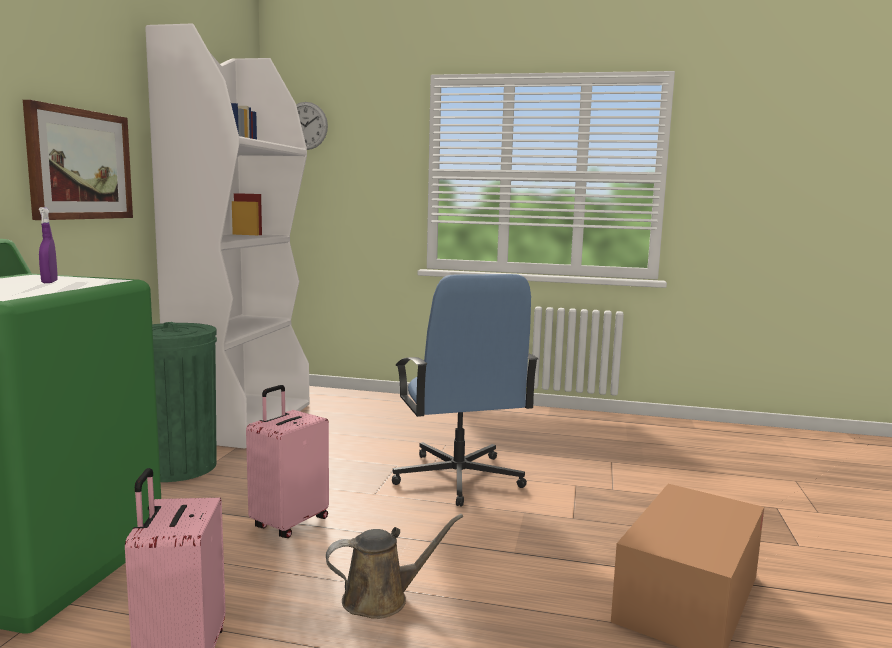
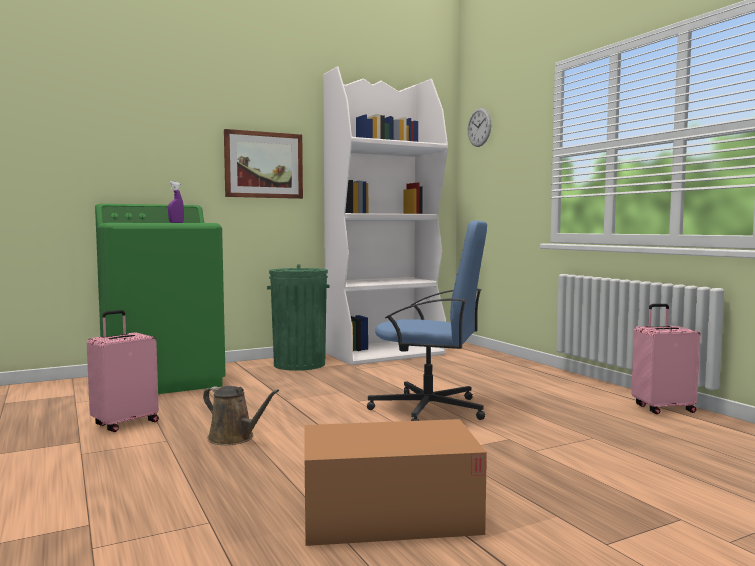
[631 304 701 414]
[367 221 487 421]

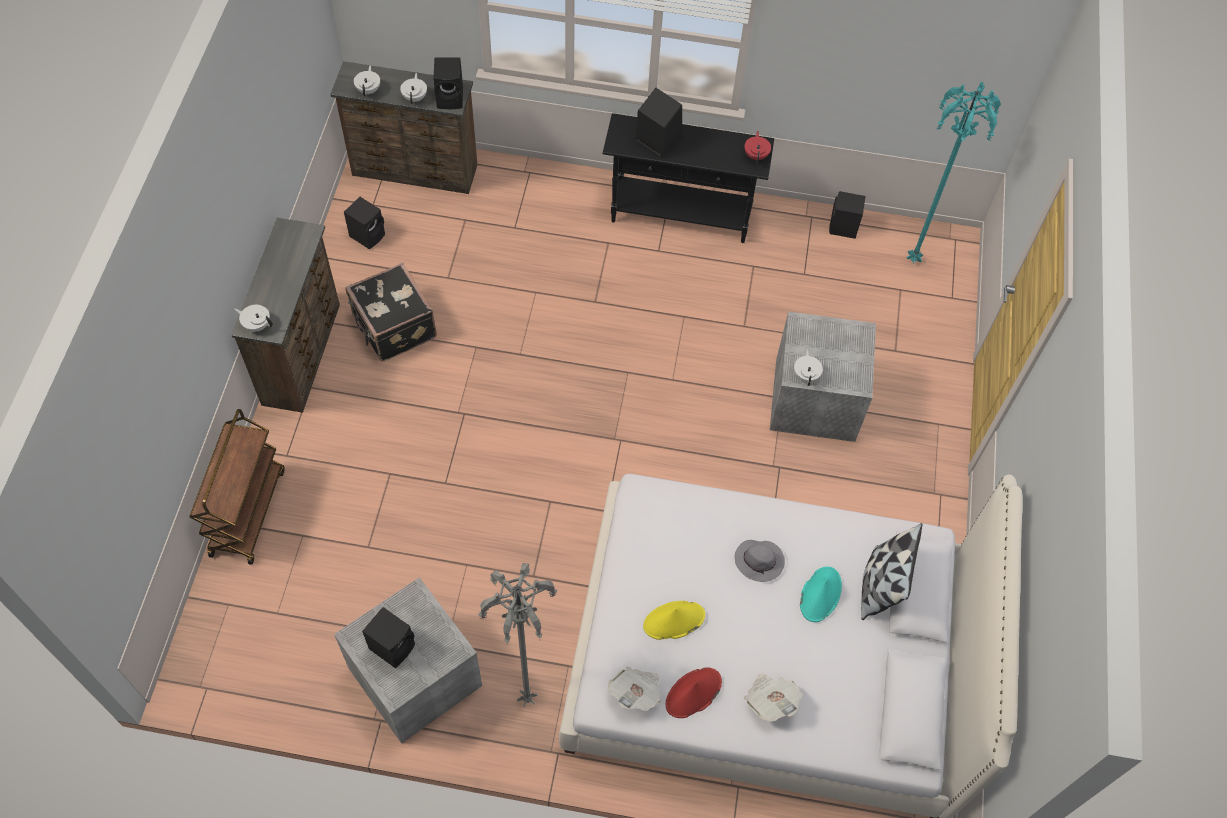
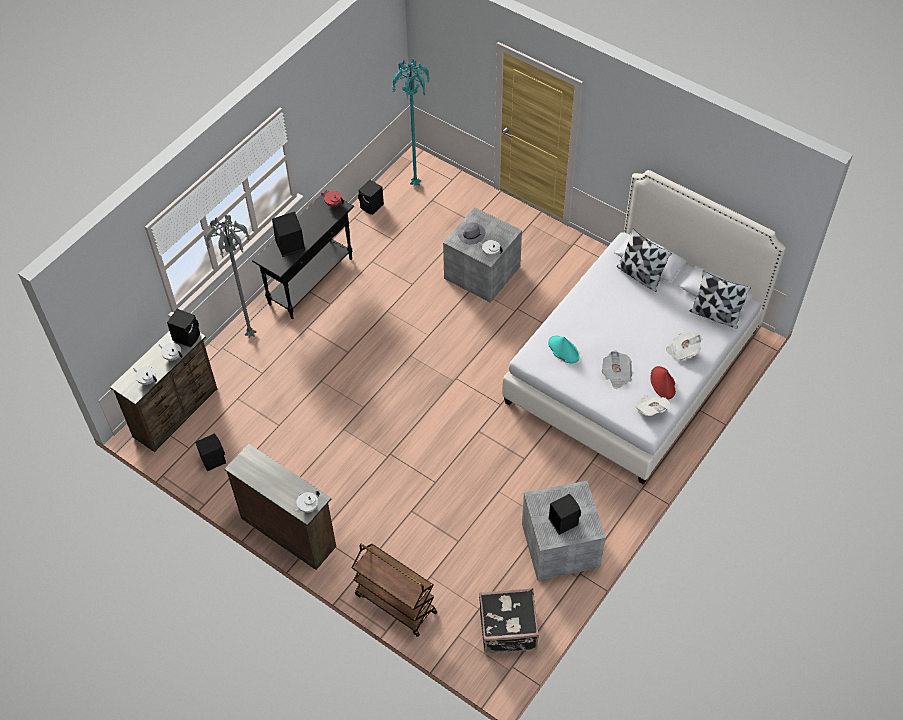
[690 270 751 329]
[479 588 539 653]
[206 214 257 339]
[458 222 486 244]
[548 336 579 363]
[602 350 632 389]

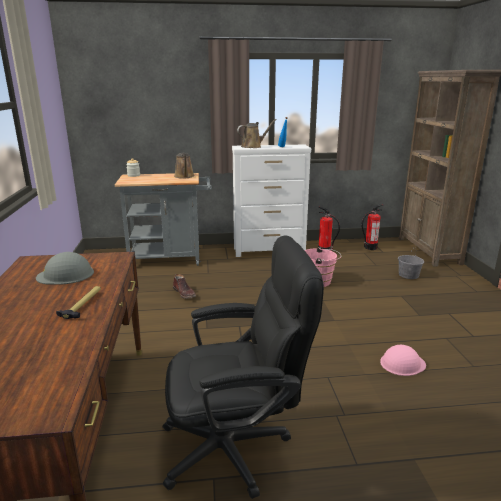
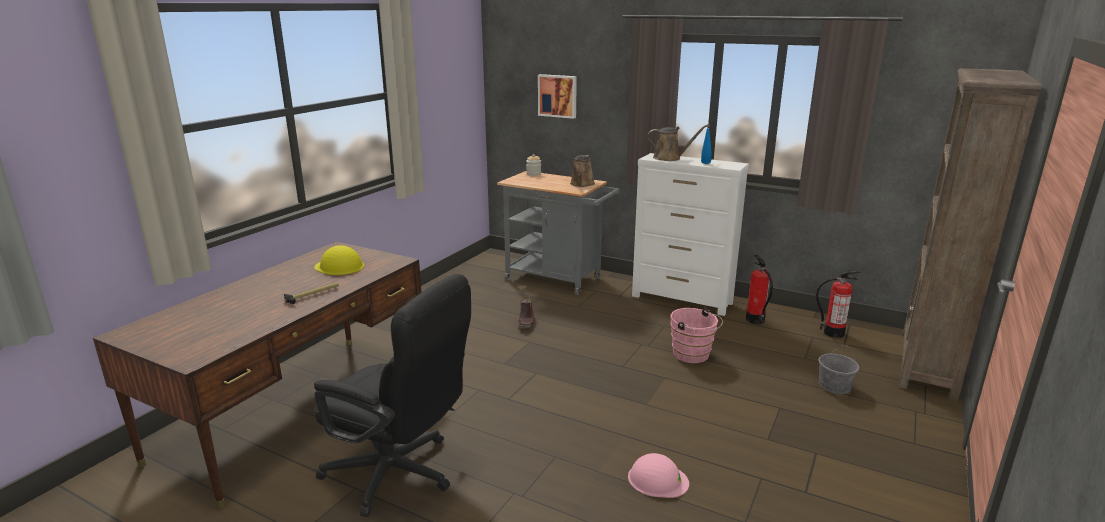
[538 74 577 119]
[314 246 364 275]

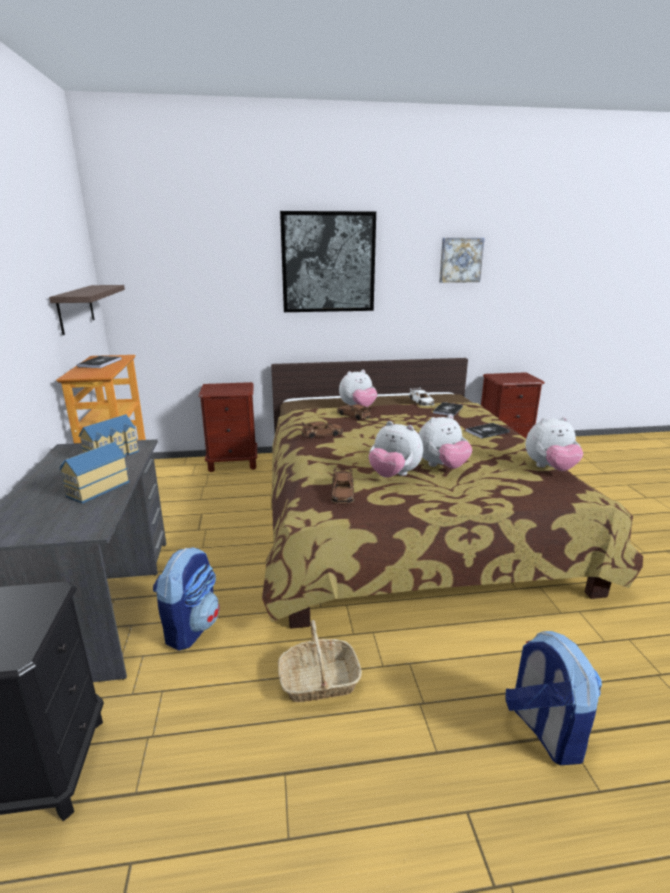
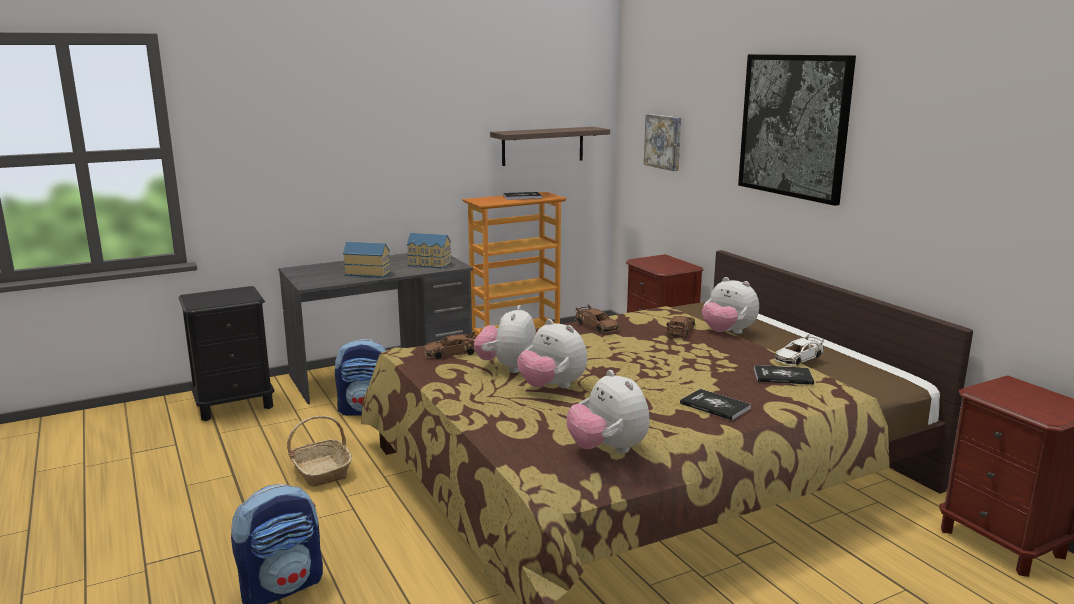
[644 114 681 171]

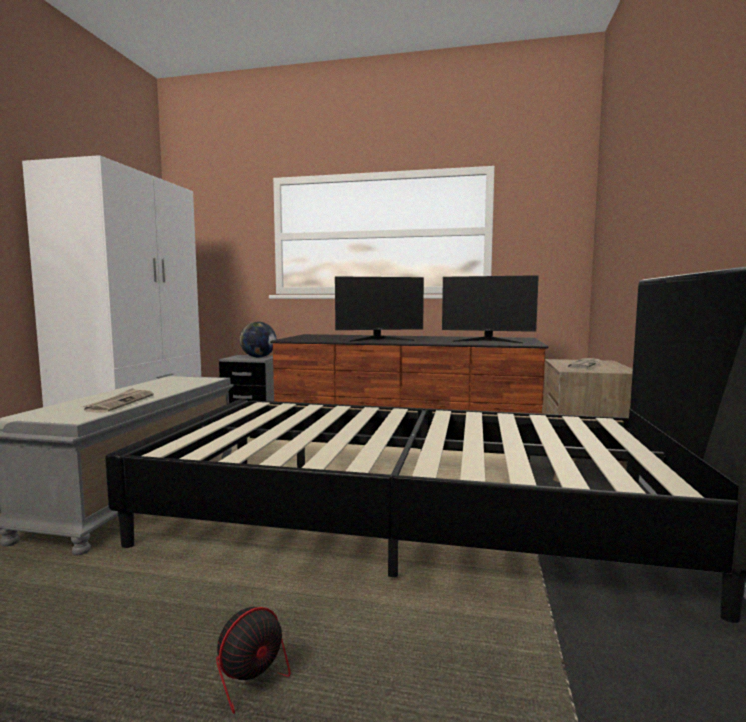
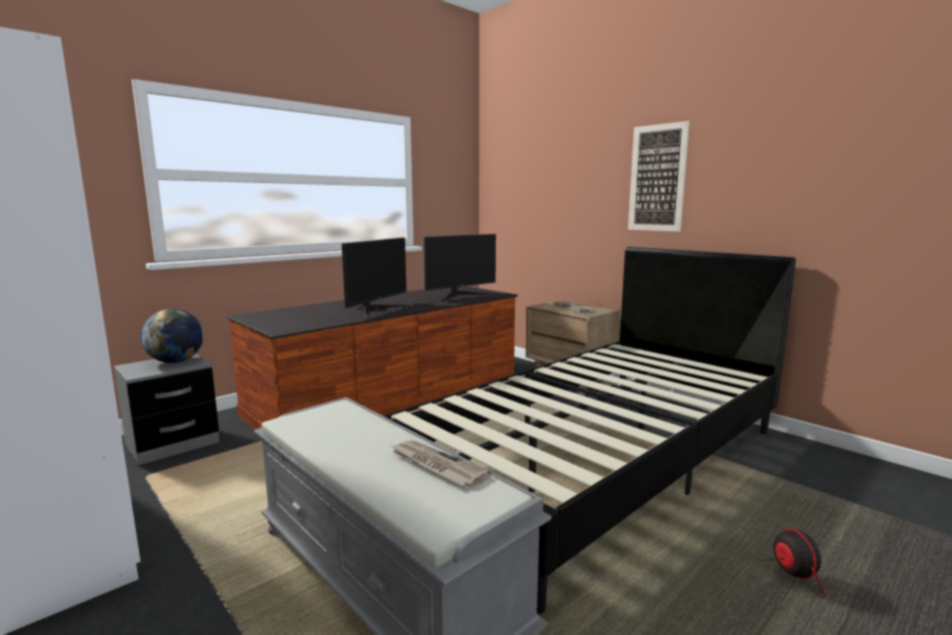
[628 121 690 232]

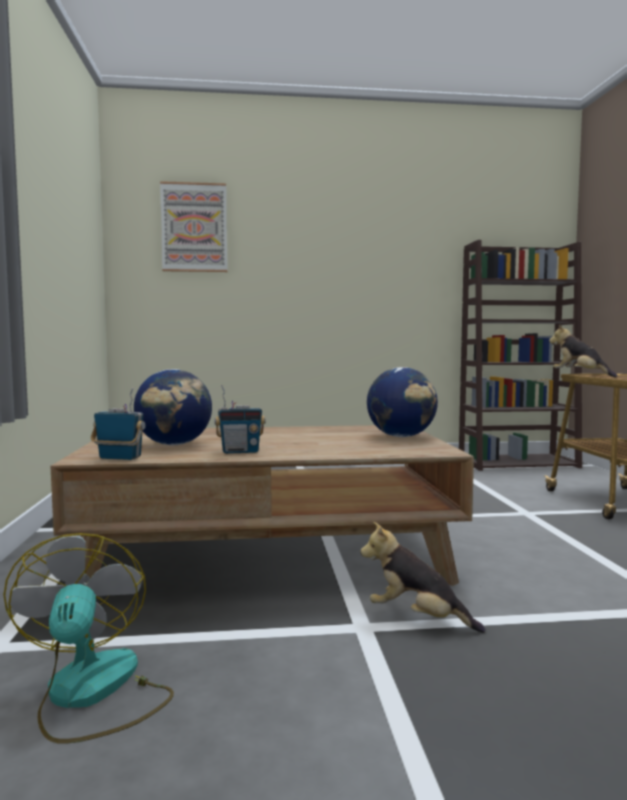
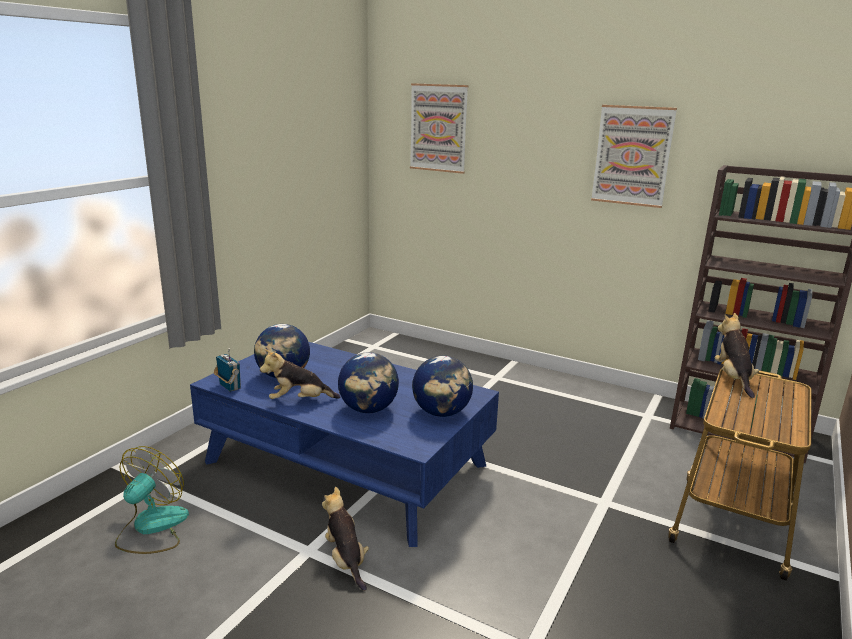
[338 352 399 413]
[591 105 677 208]
[260 349 341 399]
[190 342 499 547]

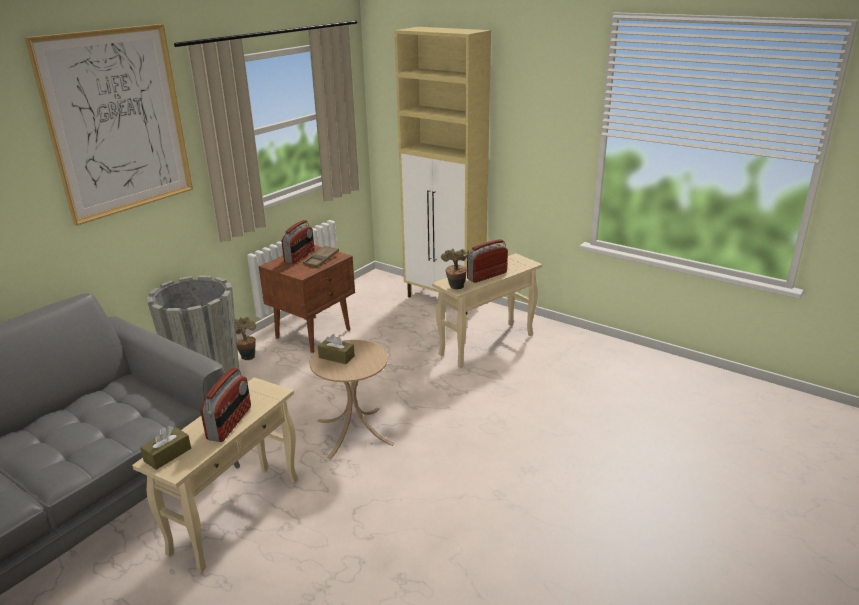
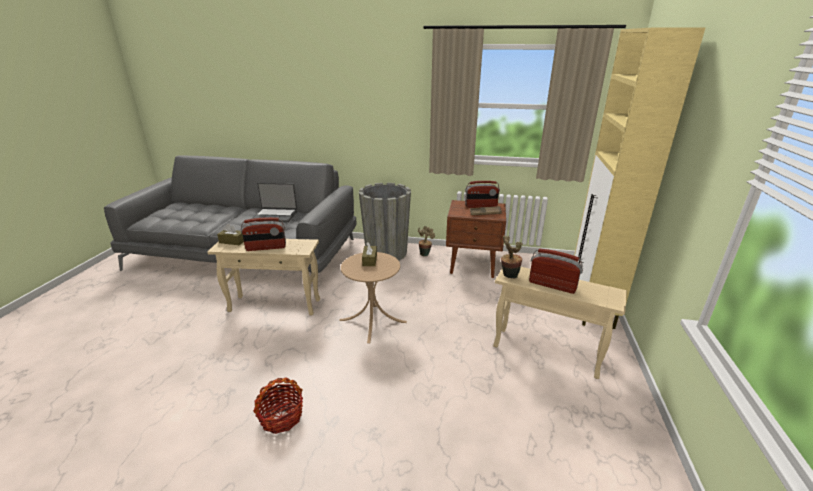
[24 24 193 226] (first image)
[252 183 297 222]
[253 378 303 434]

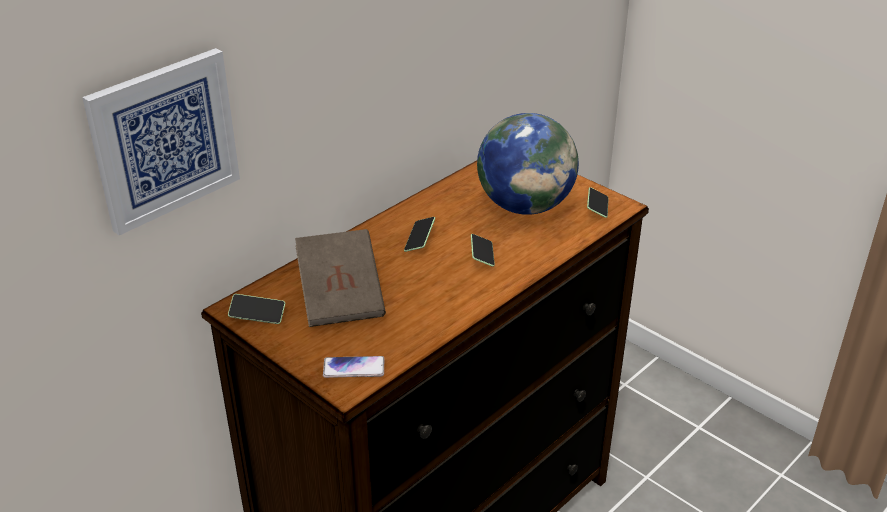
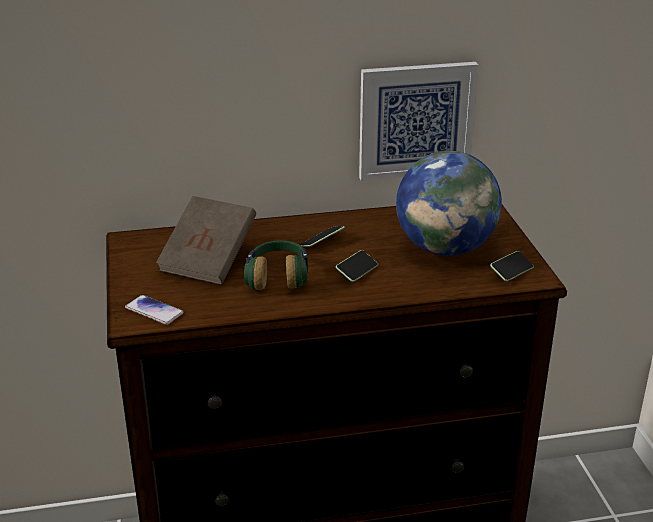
[228 294 285 324] (first image)
[244 240 308 290]
[359 62 478 181]

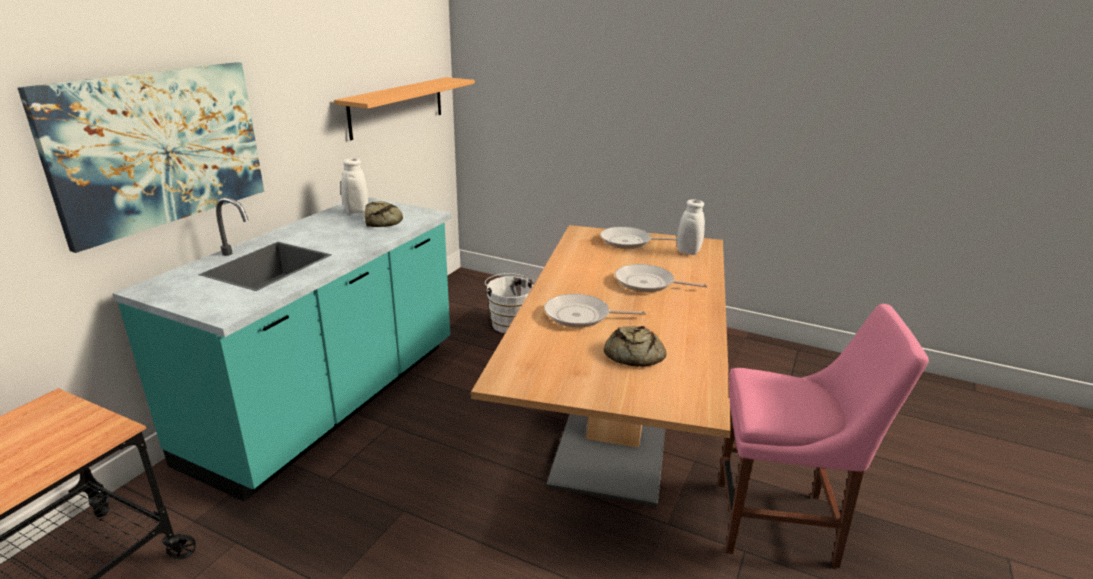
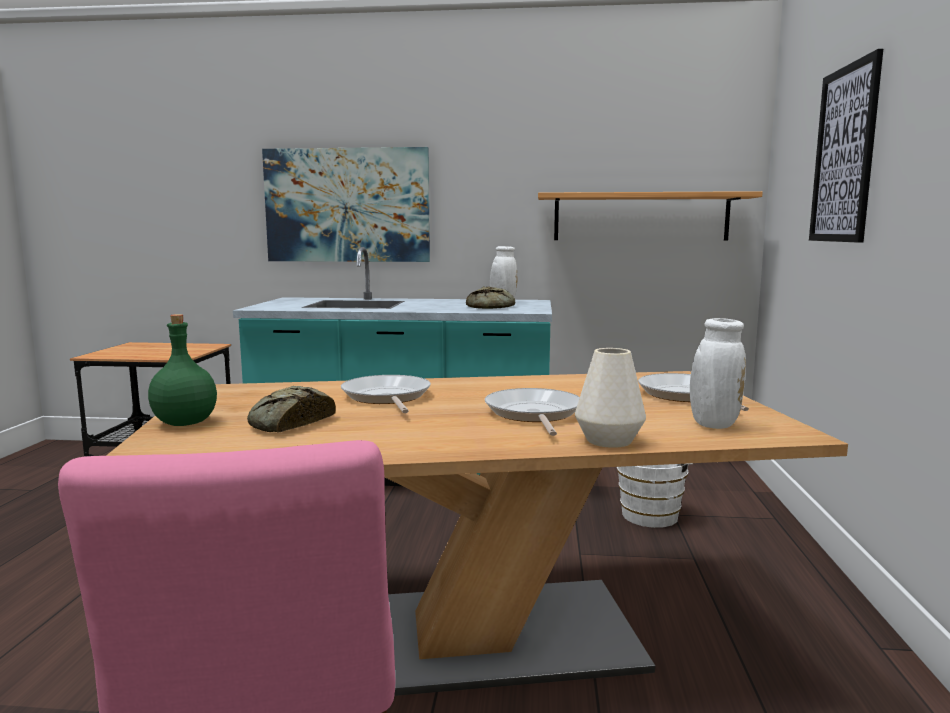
[148 314 217 426]
[575 348 646 448]
[809 49 883 243]

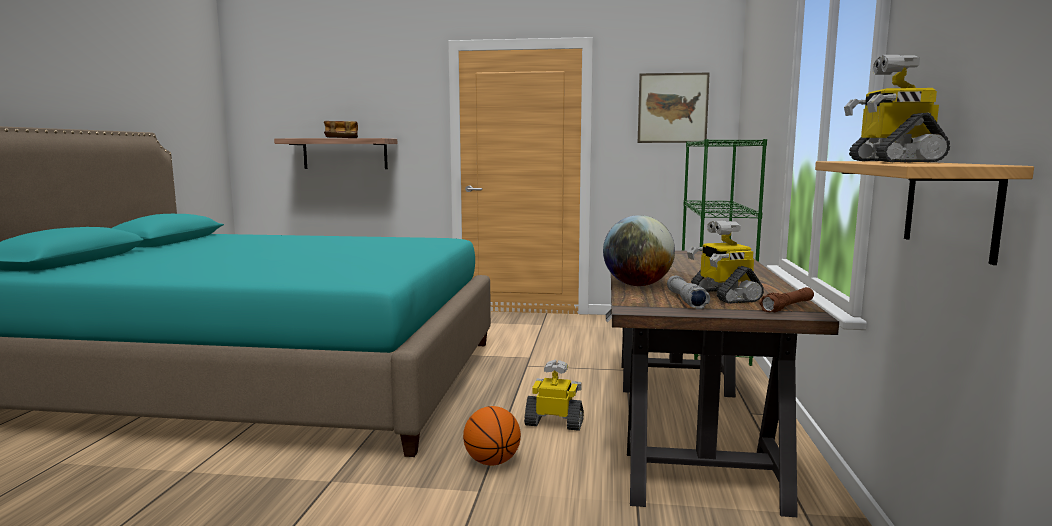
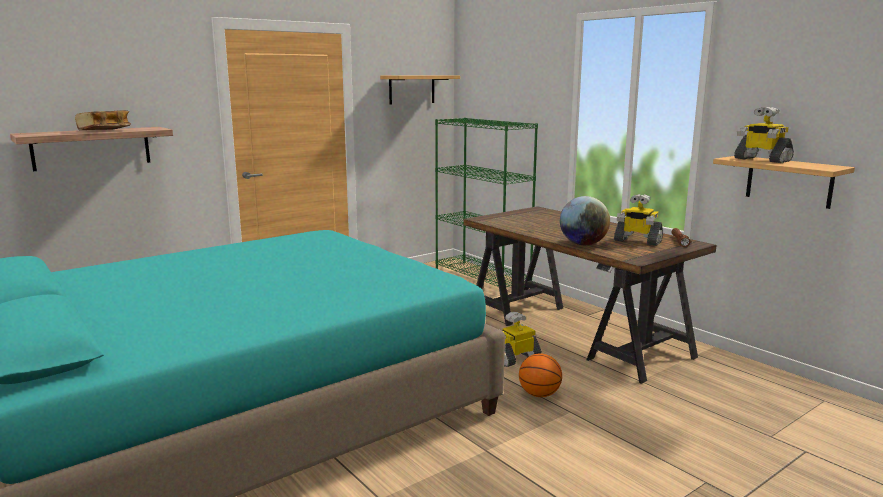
[667 276 710 309] (first image)
[380 75 460 104]

